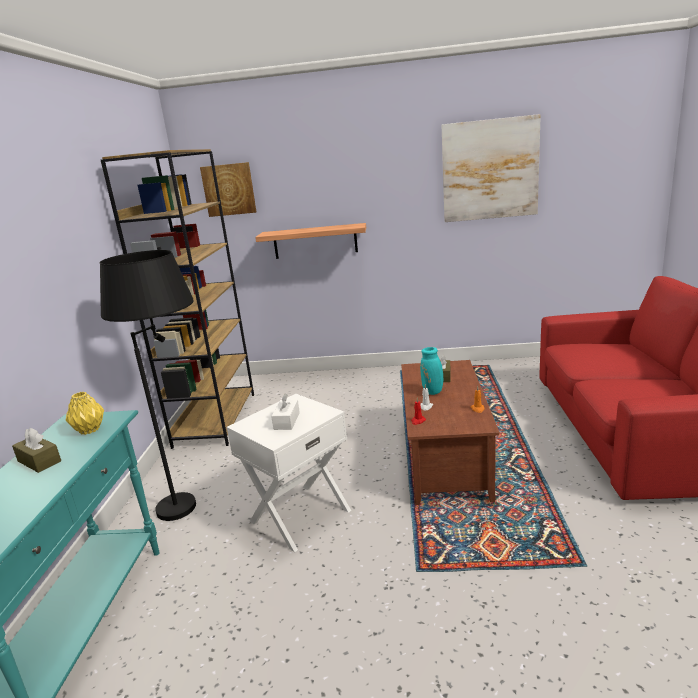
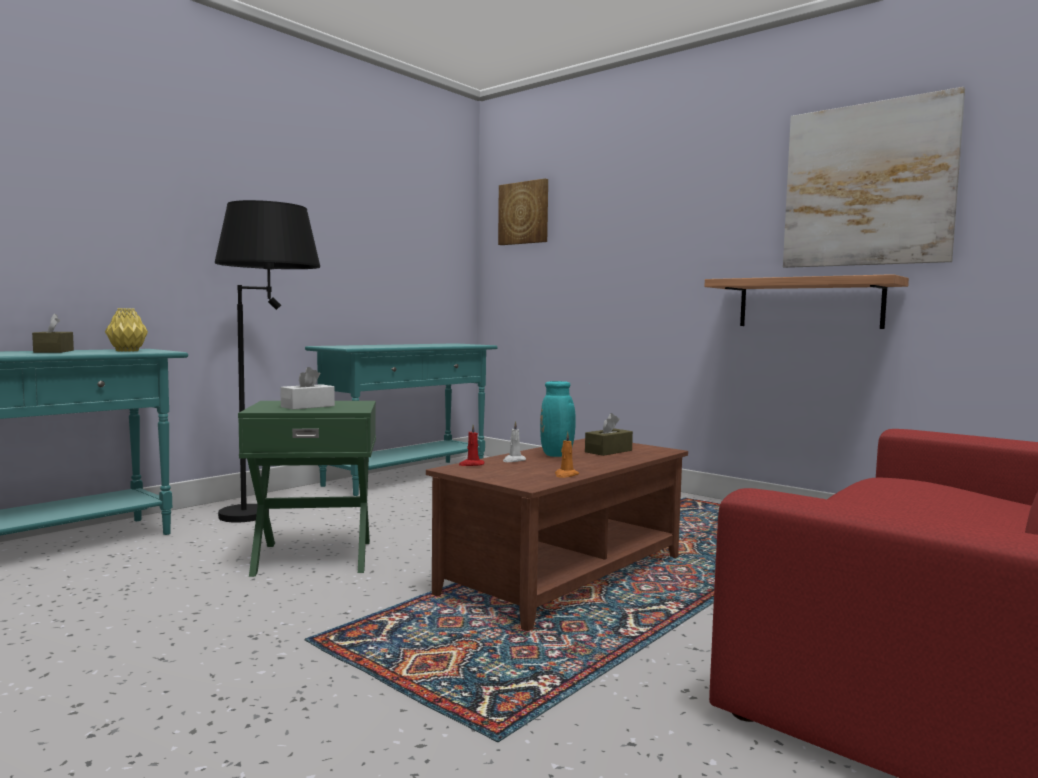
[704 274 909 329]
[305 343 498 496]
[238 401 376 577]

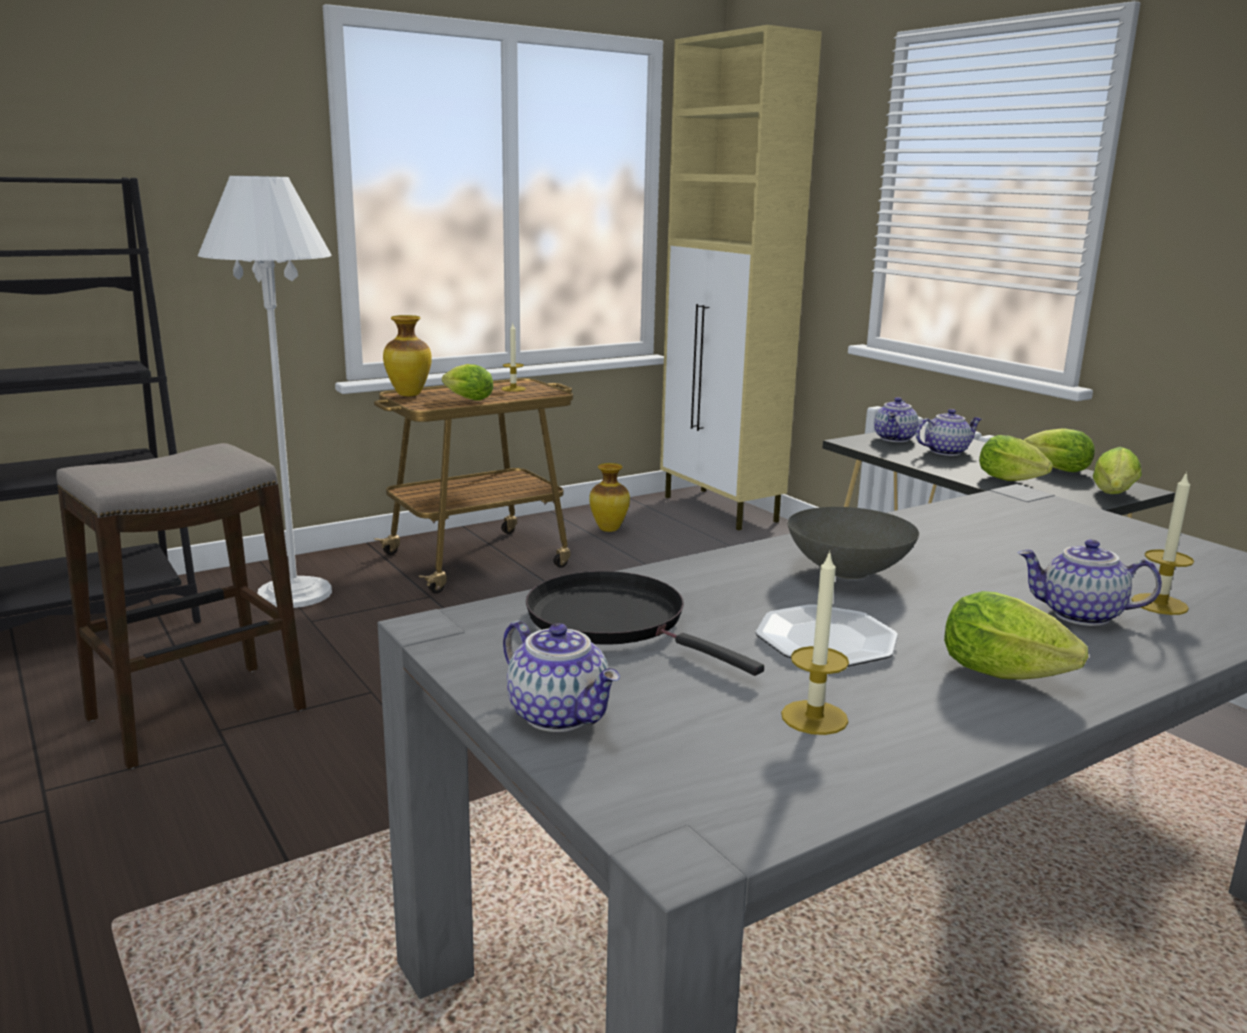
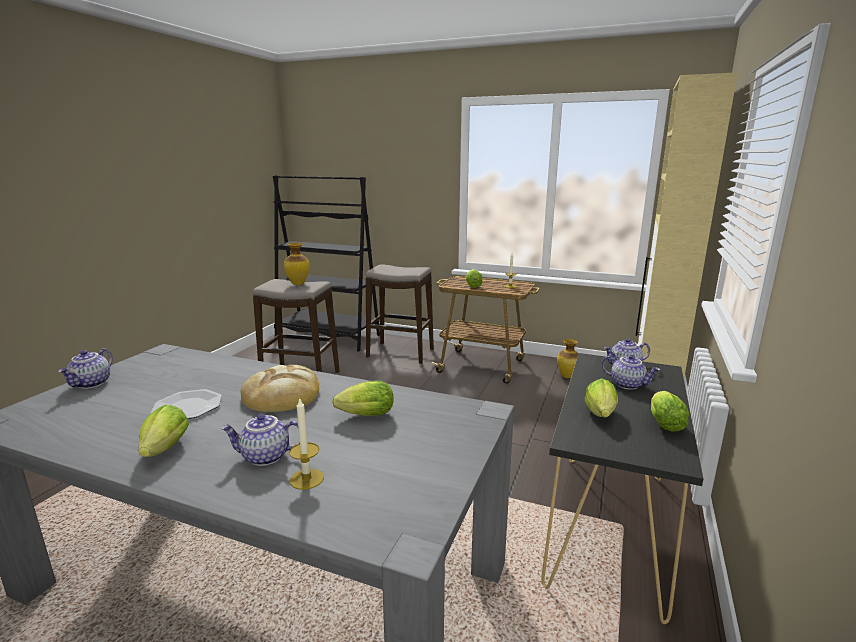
[526 571 764 676] (first image)
[781 550 849 735] (first image)
[284 243 310 285]
[332 381 394 416]
[366 264 434 364]
[241 365 319 412]
[221 414 300 466]

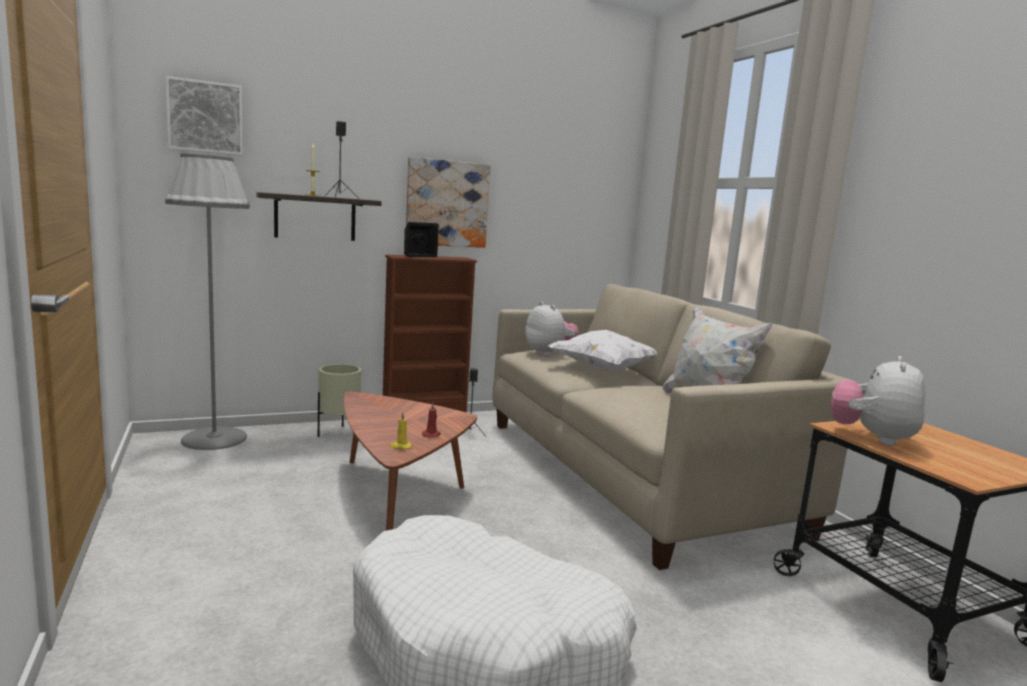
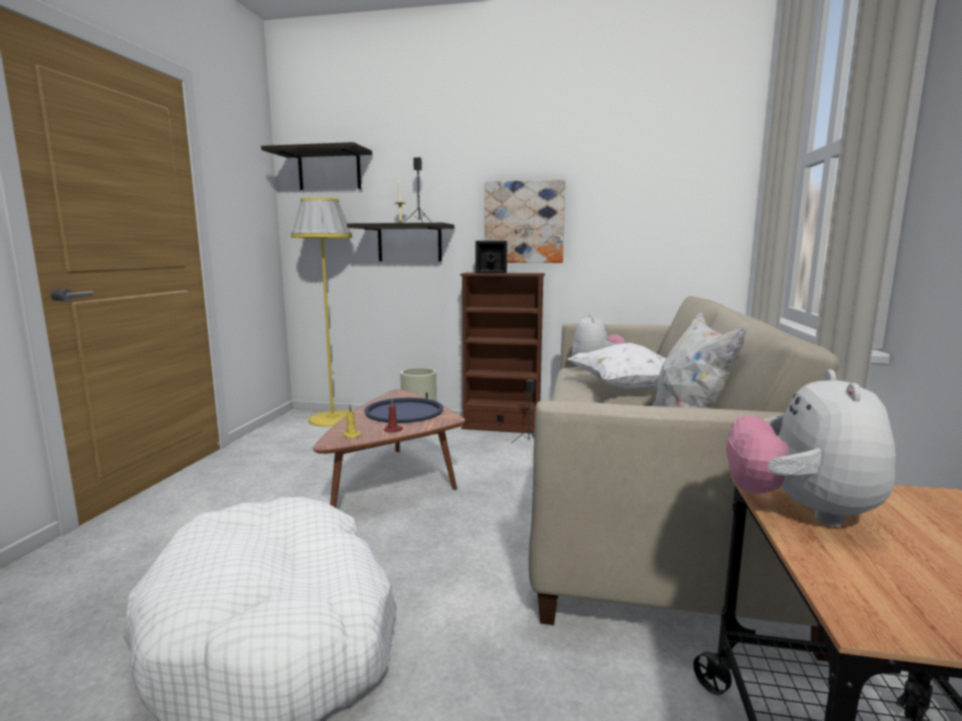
[364 398 443 423]
[261 142 372 190]
[291 197 352 427]
[726 370 896 526]

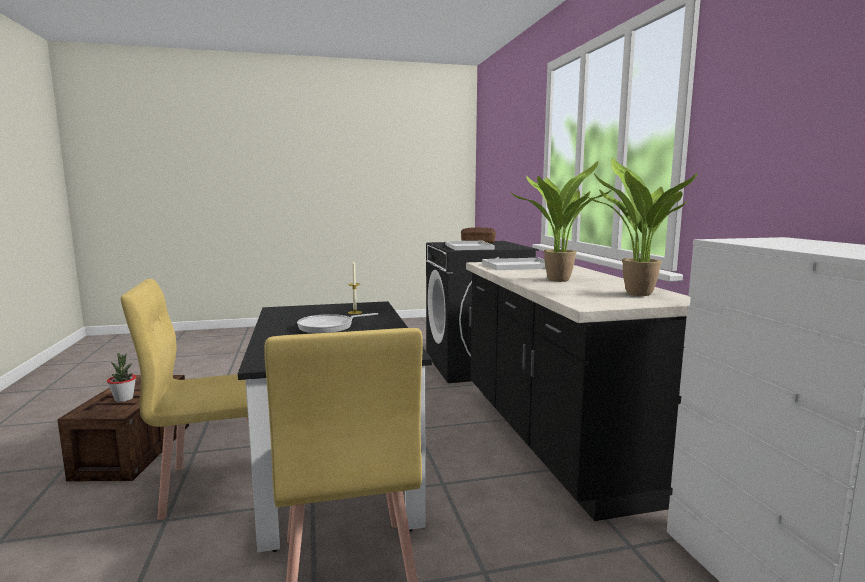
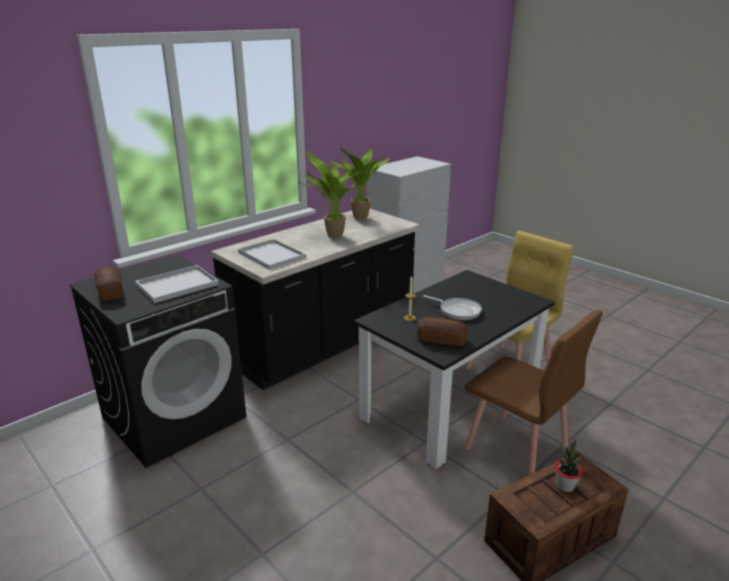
[417 317 468 346]
[464 310 603 475]

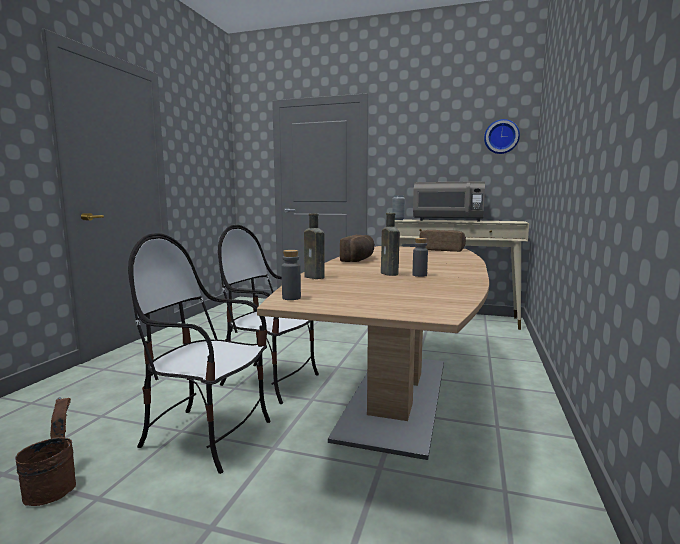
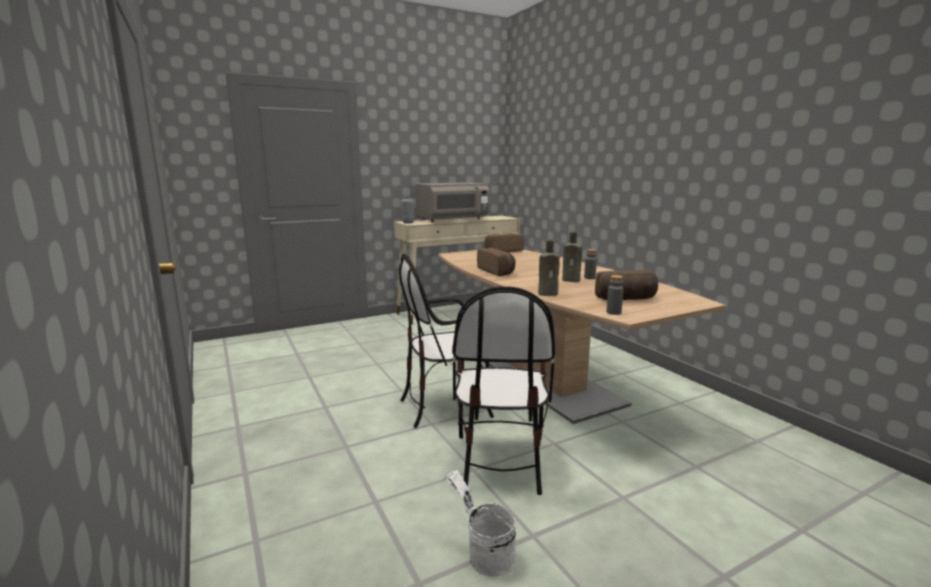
[484 119 520 154] (first image)
[595 270 658 300]
[445 470 516 577]
[452 286 555 495]

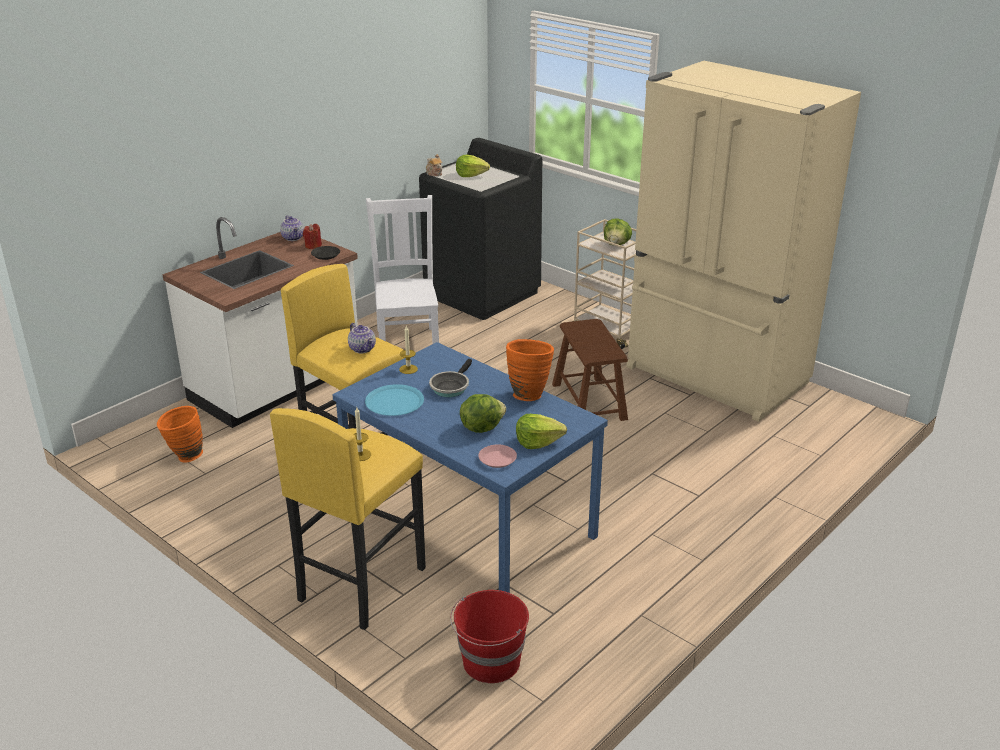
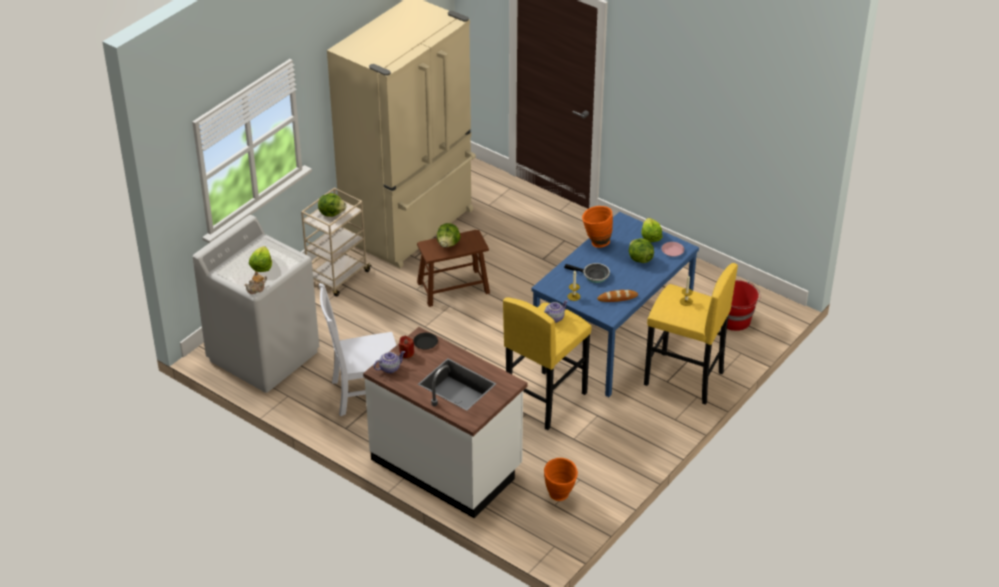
[437 223 460 247]
[597 290 638 302]
[193 215 319 393]

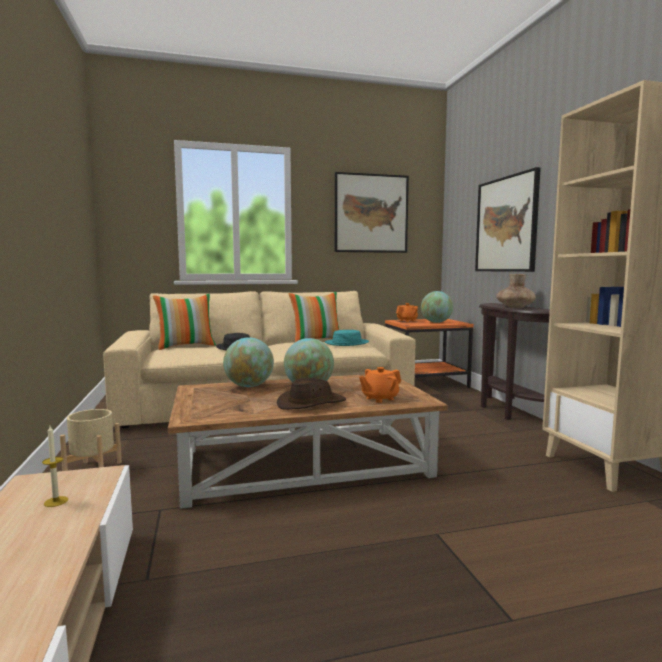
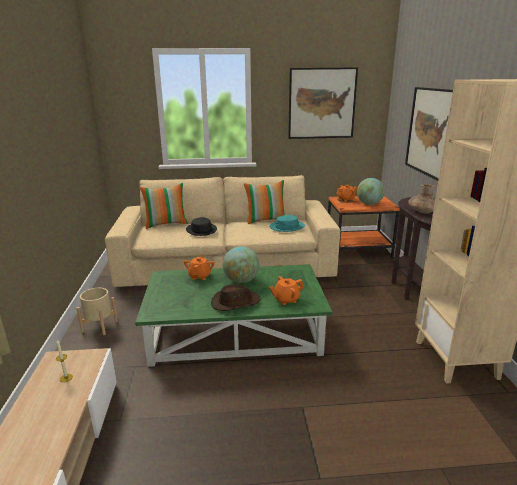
[184 255 215 280]
[135 264 332 367]

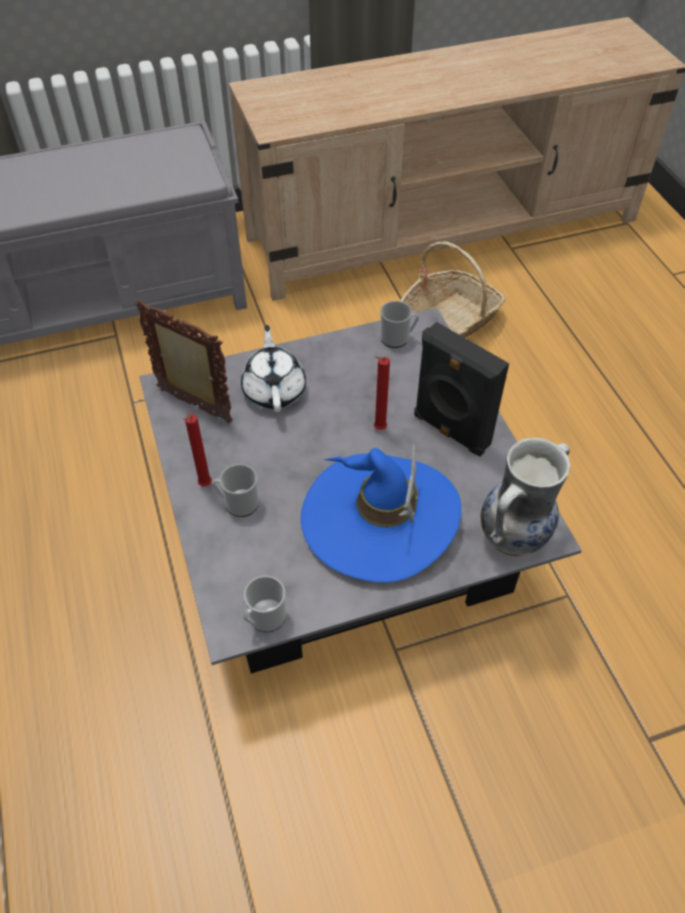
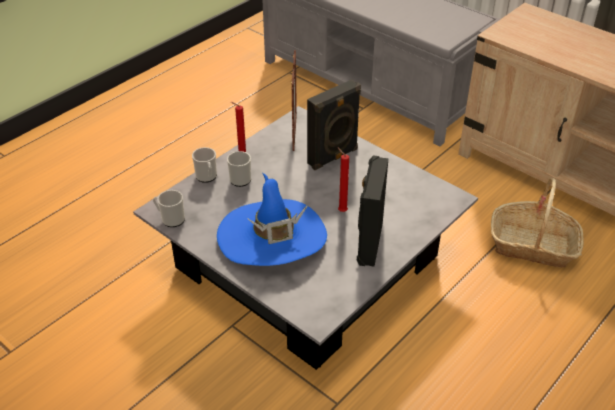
[480 438 570 556] (first image)
[192 147 217 183]
[307 79 361 170]

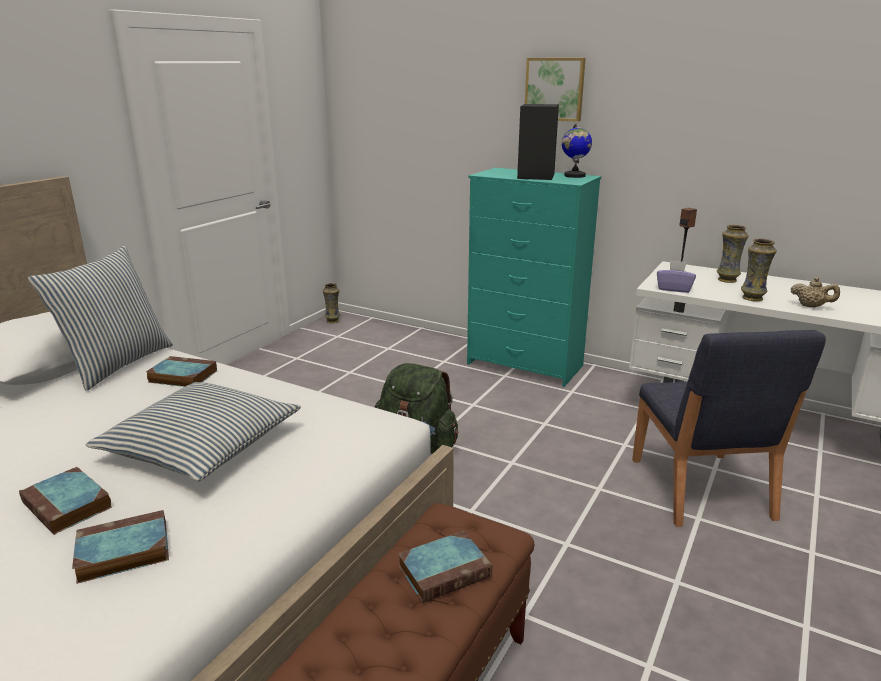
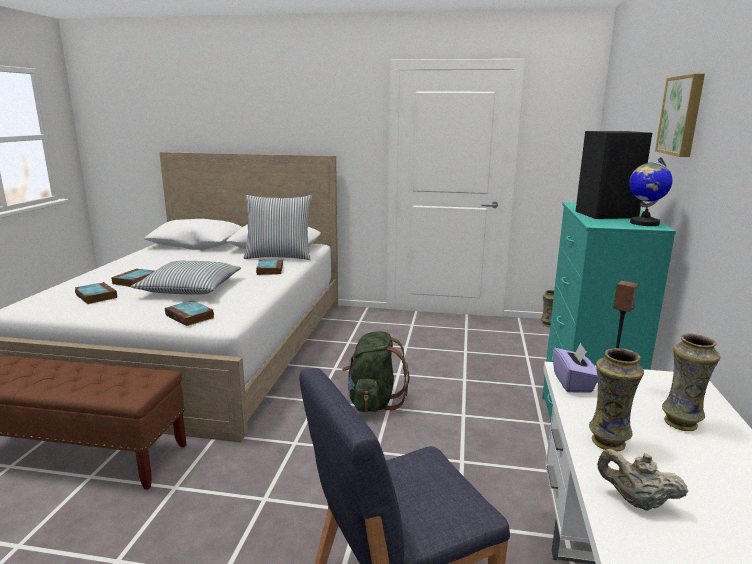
[165 300 214 326]
[597 449 688 511]

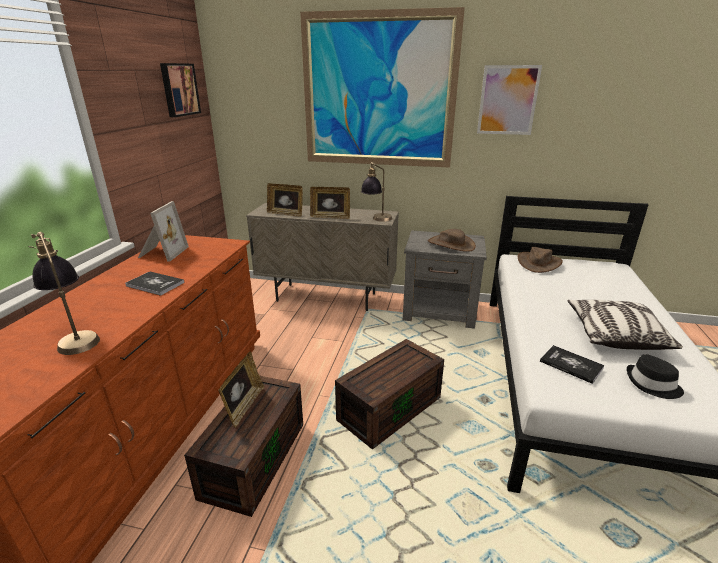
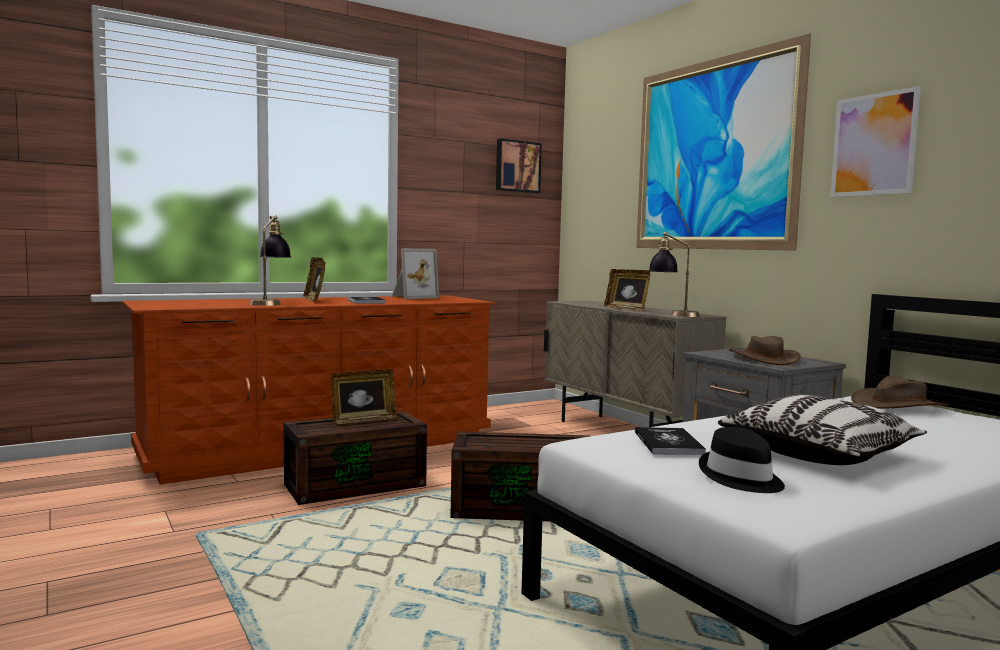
[303 257 326 302]

